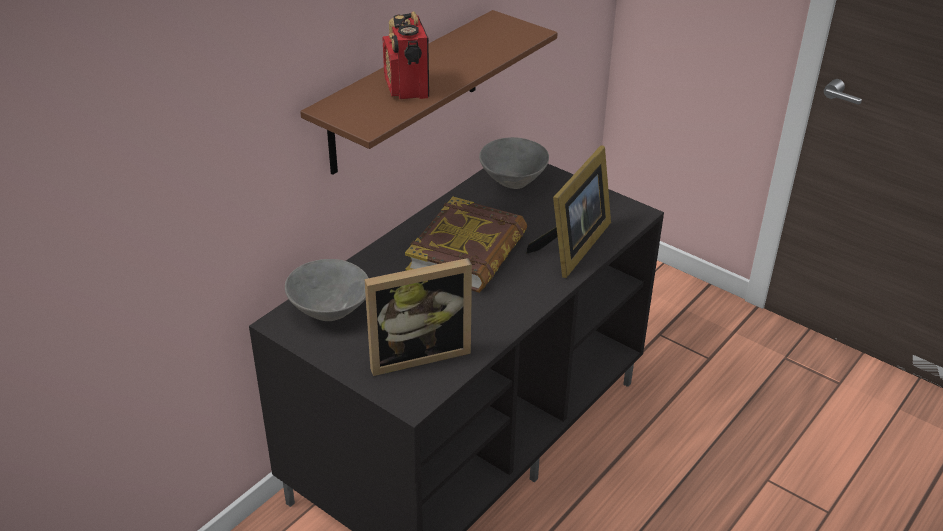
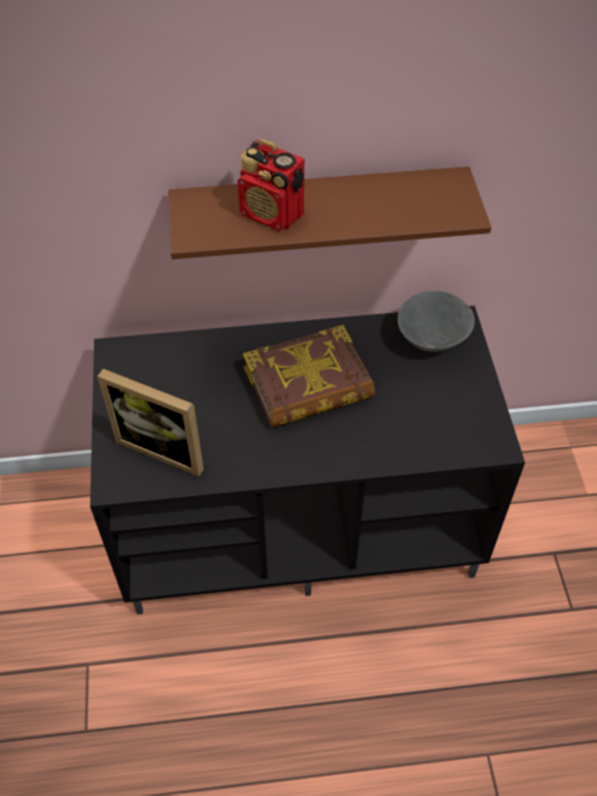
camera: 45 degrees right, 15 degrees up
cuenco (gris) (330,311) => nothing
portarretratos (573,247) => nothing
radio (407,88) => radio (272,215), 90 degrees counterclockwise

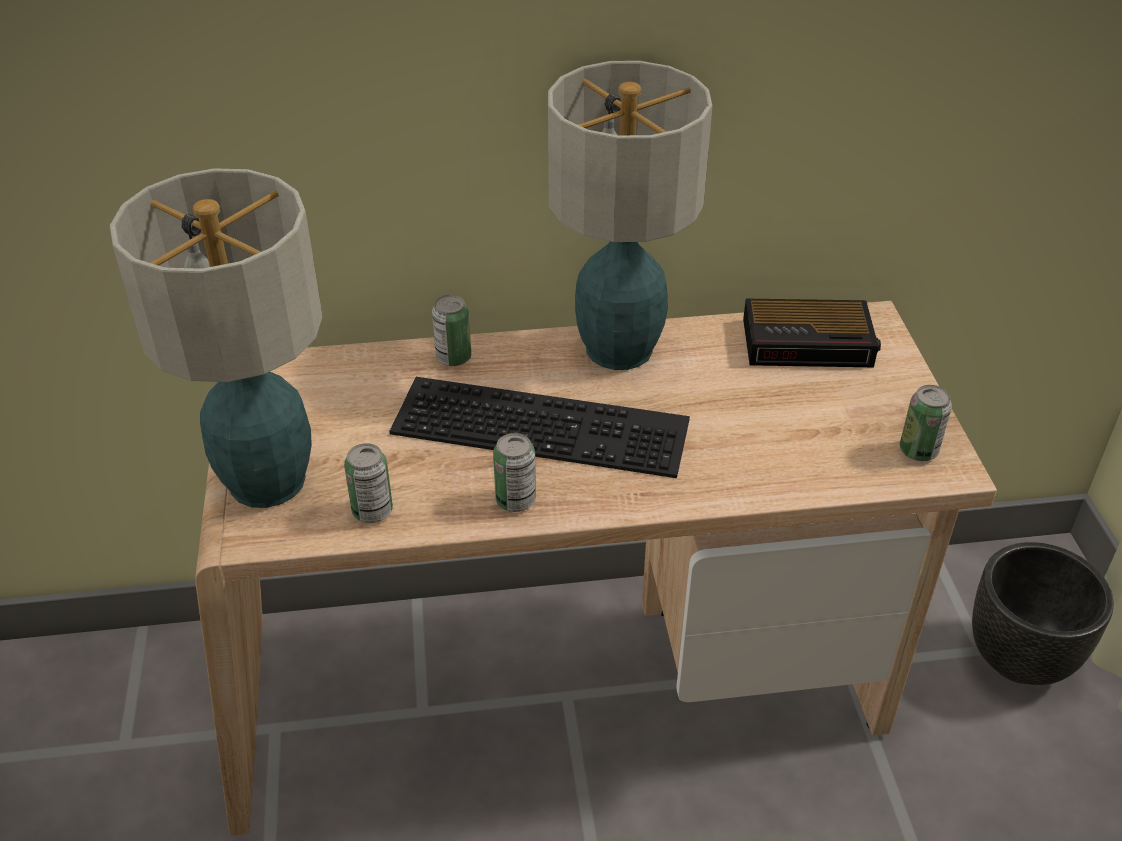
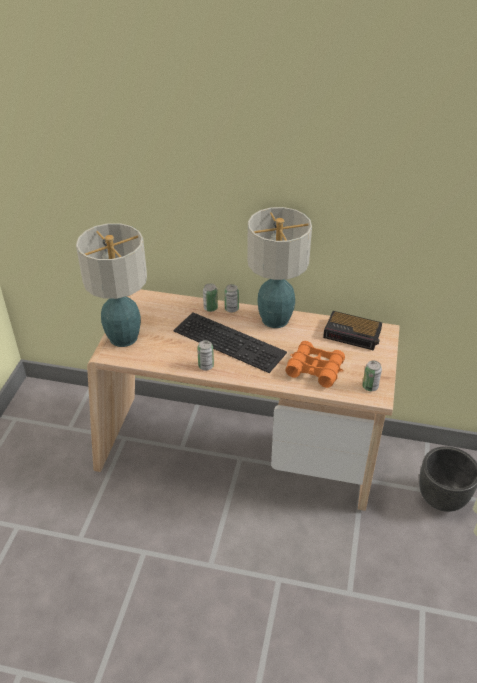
camera: 20 degrees right, 0 degrees up
nothing => prismáticos (naranja) (315,369)
lata (372,511) => lata (231,309), shifted

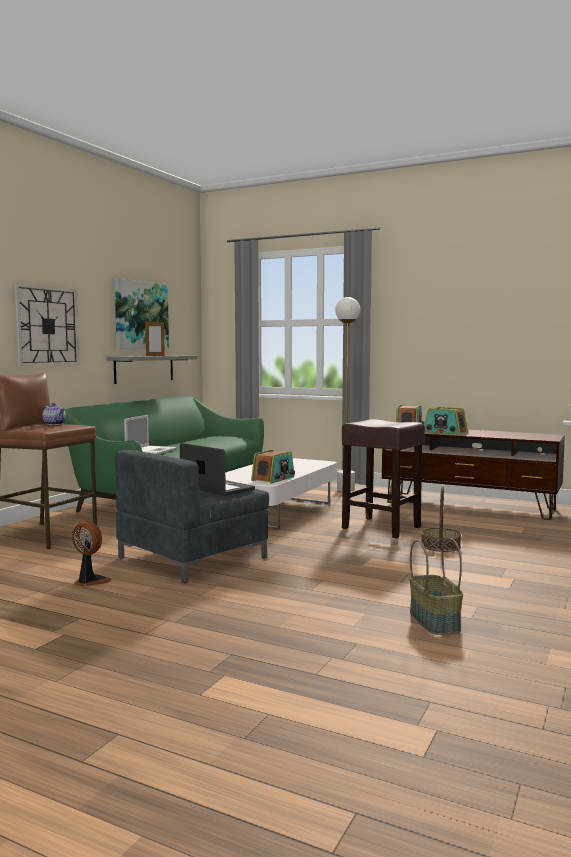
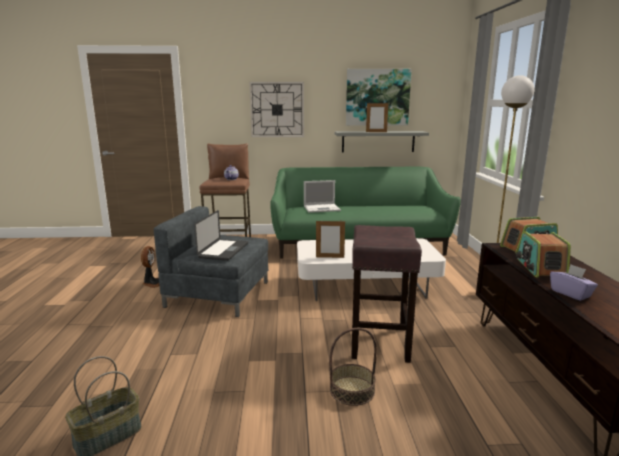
camera: 60 degrees right, 10 degrees up
nothing => caja de pañuelos (morado) (570,293)
radio (273,479) => portarretratos (330,257)

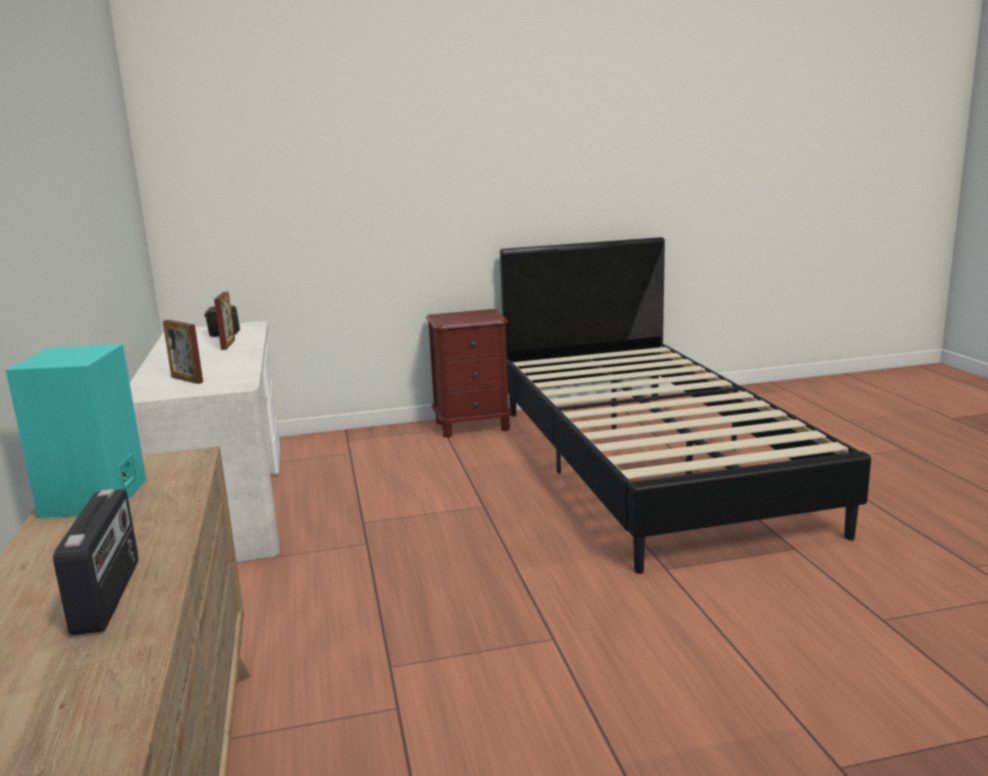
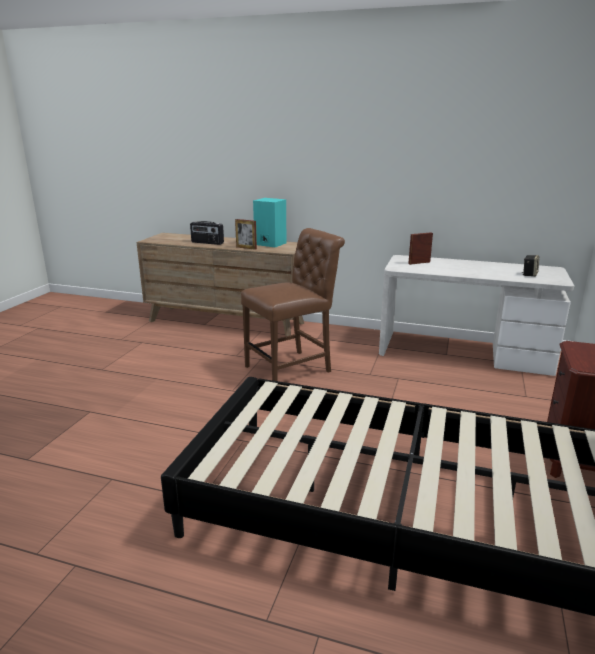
camera: 120 degrees right, 5 degrees up
nothing => silla (marrón) (292,368)
portarretratos (228,344) => portarretratos (246,248), shifted

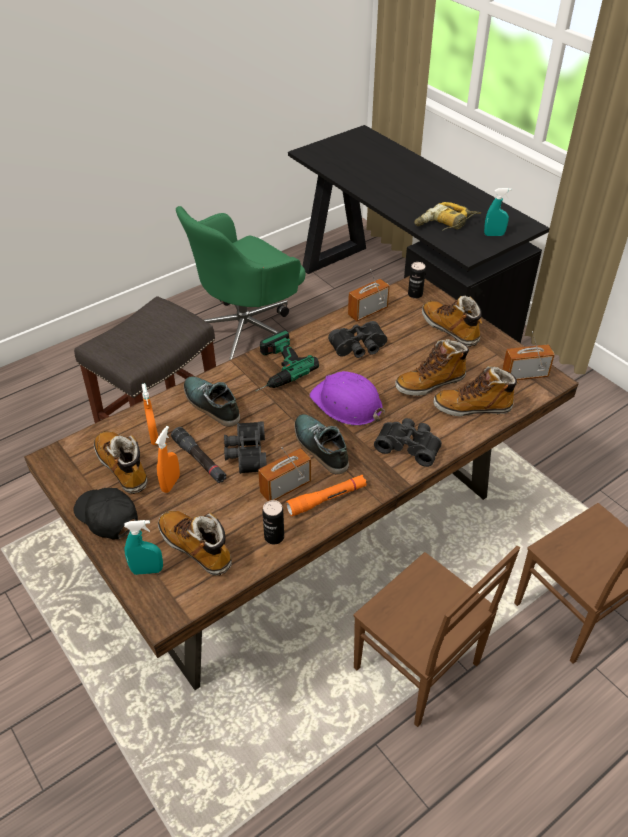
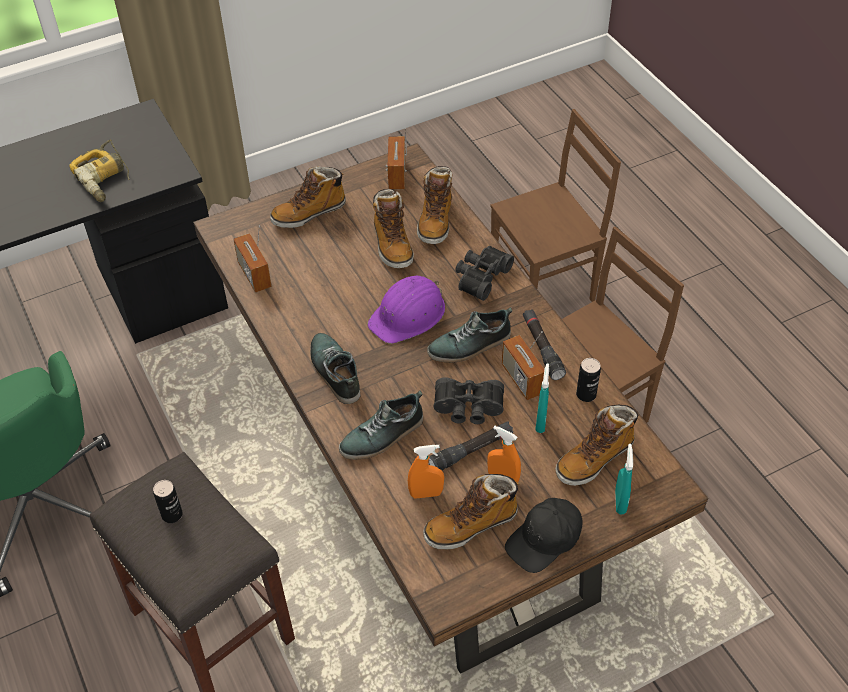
camera: 80 degrees left, 5 degrees up
prismáticos (negro) (359,348) => nothing
lata (415,294) => lata (172,515), shifted
pulverizador (turquesa) (494,235) => pulverizador (turquesa) (541,422), shifted
taladro (273,369) => zapato (334,372)
linterna (naranja) (327,499) => linterna (negro) (542,348)

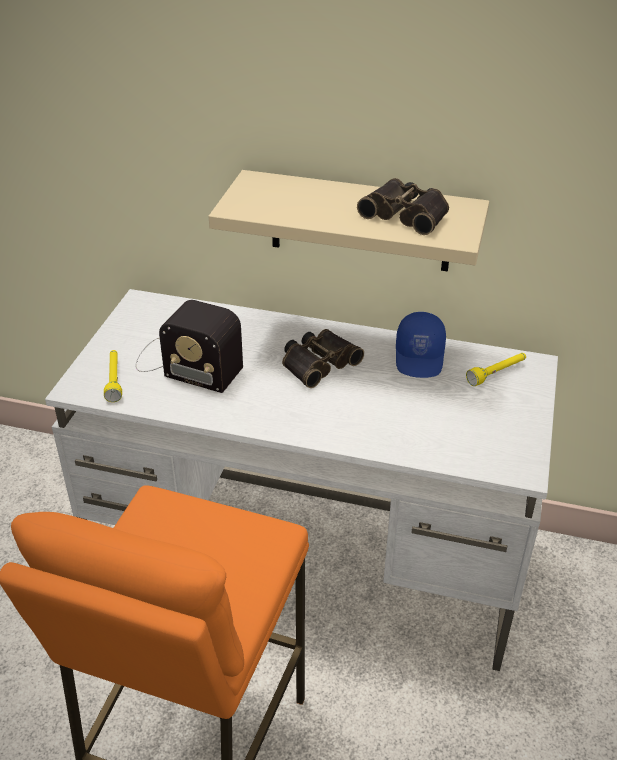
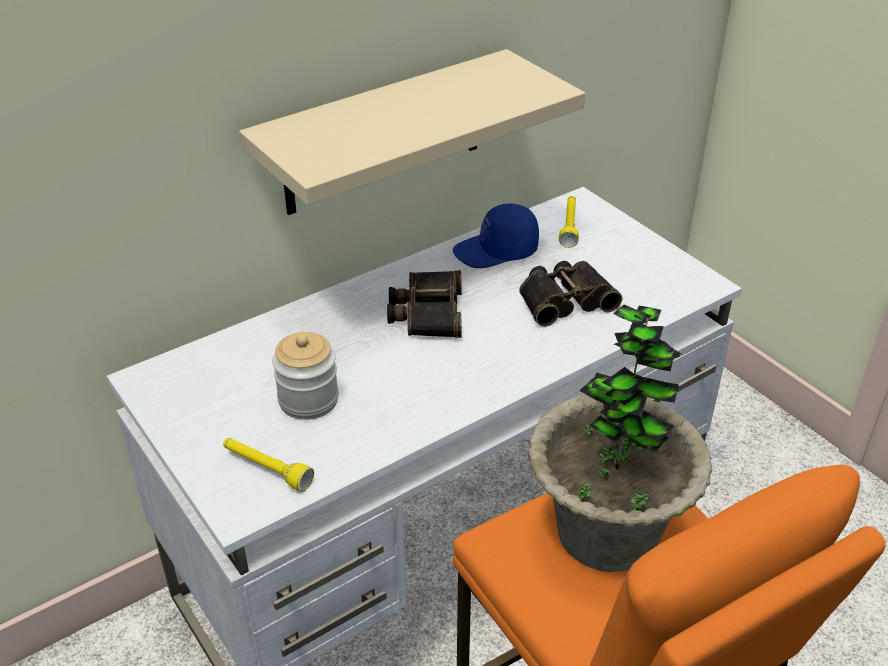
camera: 50 degrees left, 0 degrees up
nothing => planta en maceta (607,532)
prismáticos (407,214) => prismáticos (564,299), shifted
radio (185,363) => tarro (308,400)
gorra (azul) (420,357) => gorra (azul) (496,251), 120 degrees clockwise

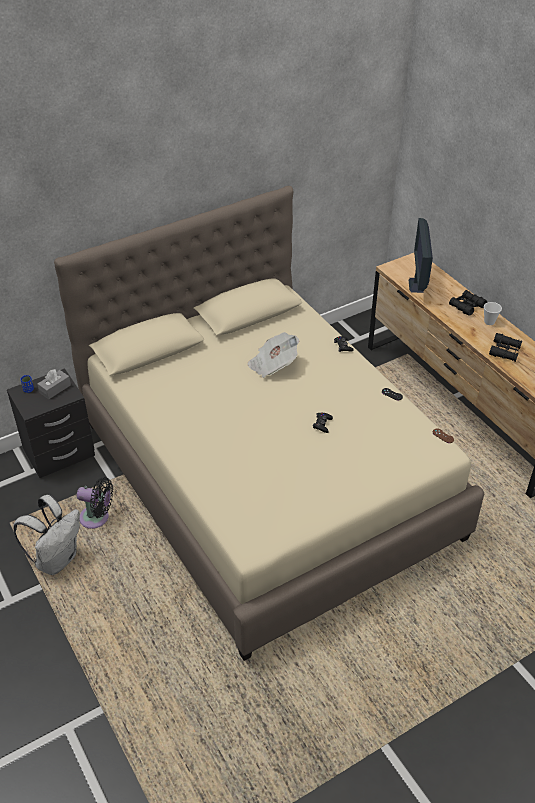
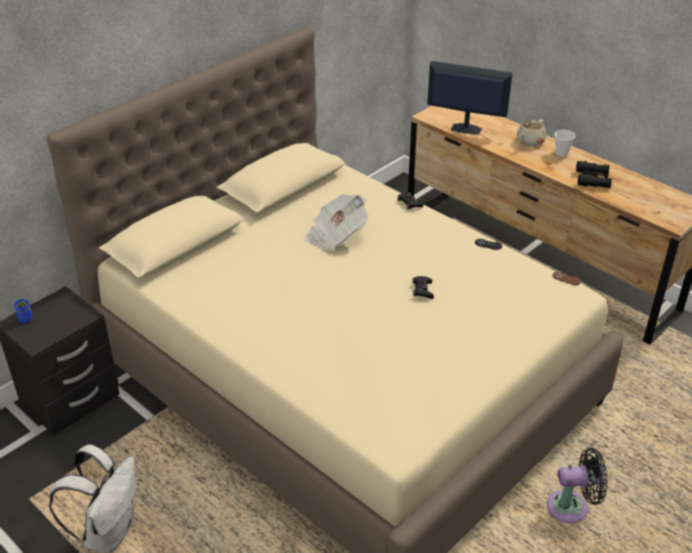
camera: 15 degrees left, 5 degrees down
caja de pañuelos (gris) (55,389) => nothing
ventilador (negro) (97,518) => ventilador (negro) (572,507), shifted
prismáticos (negro) (467,306) => tetera (beis) (530,141)
monitor (416,285) => monitor (465,129), 120 degrees clockwise

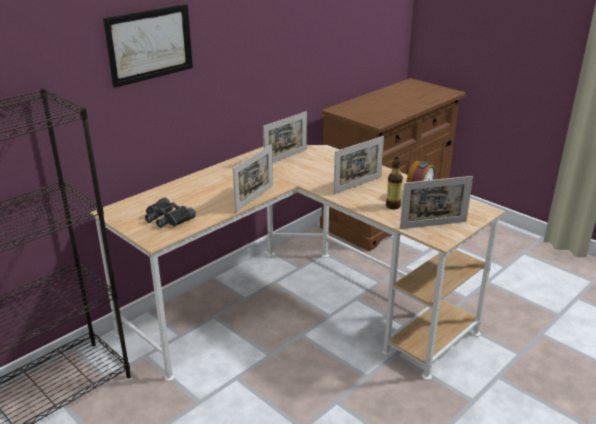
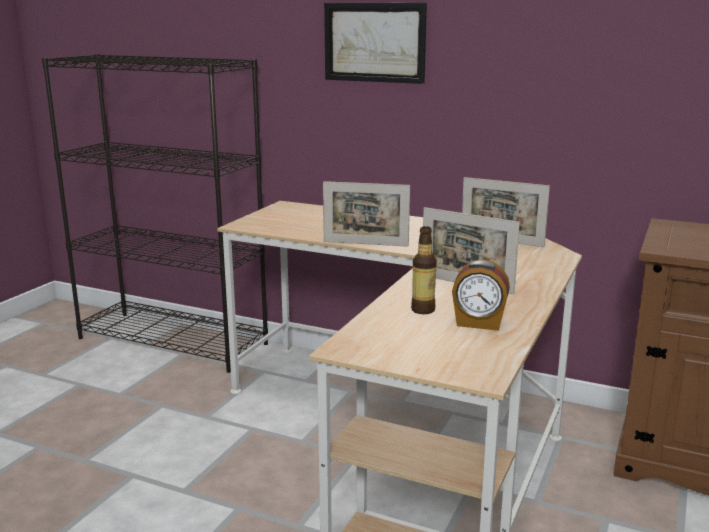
camera: 70 degrees right, 10 degrees down
prismáticos (negro) (167,218) => nothing
portarretratos (433,225) => nothing

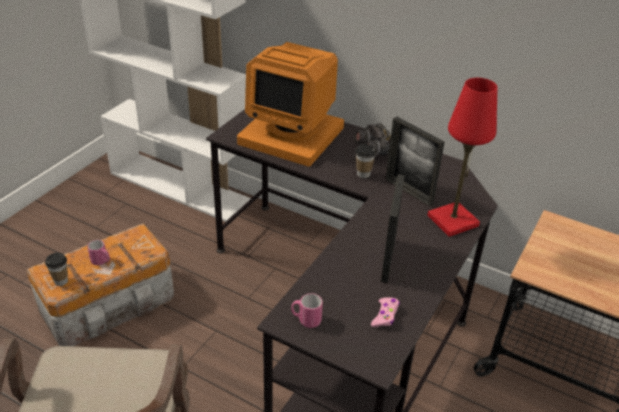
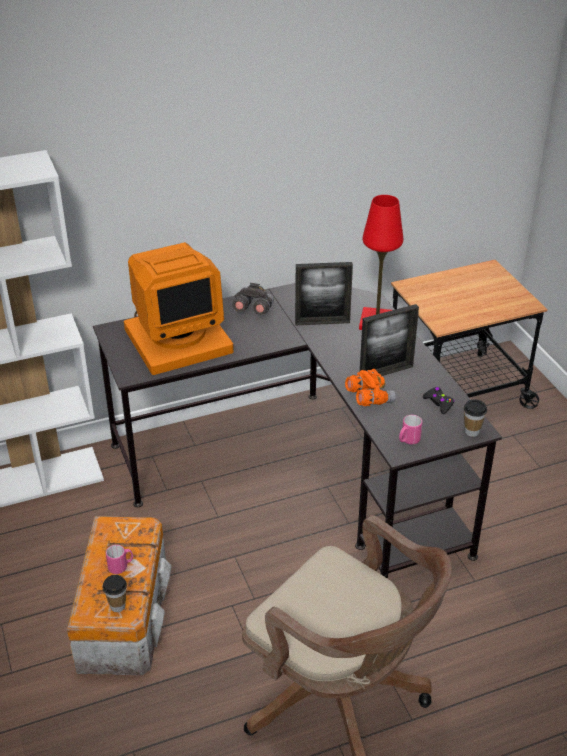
camera: 50 degrees left, 0 degrees up
nothing => prismáticos (naranja) (369,398)
taza (363,174) => taza (472,432), shifted
mando de consola (rosa) (385,315) => mando de consola (negro) (439,403)
portarretratos (388,260) => portarretratos (386,372), 75 degrees counterclockwise

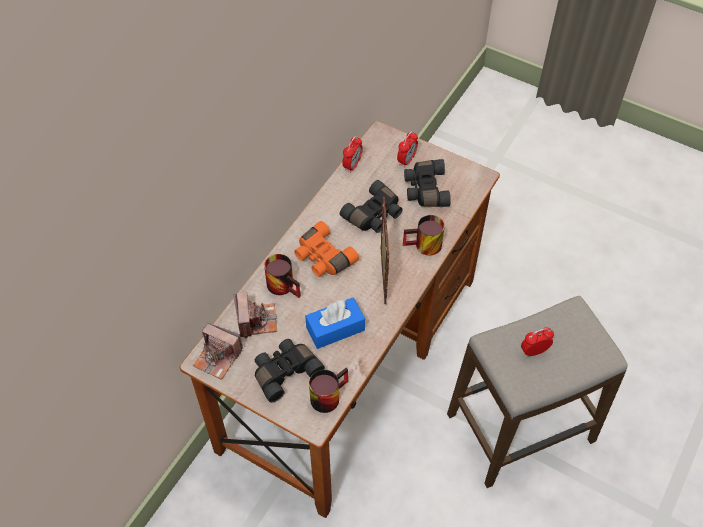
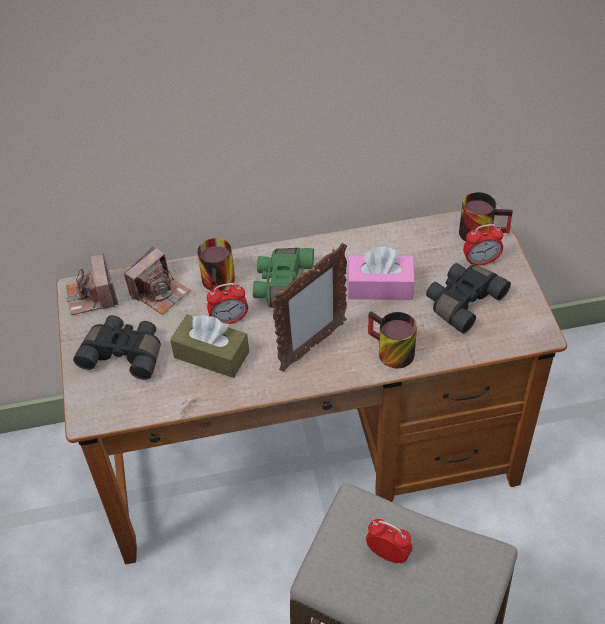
camera: 50 degrees right, 5 degrees down
taza grande (327,394) => taza grande (481,231), shifted
despertador (352,165) => despertador (229,320), shifted
prismáticos (negro) (374,215) => caja de pañuelos (rosa) (380,287)
prismáticos (naranja) (322,258) => prismáticos (verde) (283,286)
caja de pañuelos (azul) (335,329) => caja de pañuelos (marrón) (211,354)

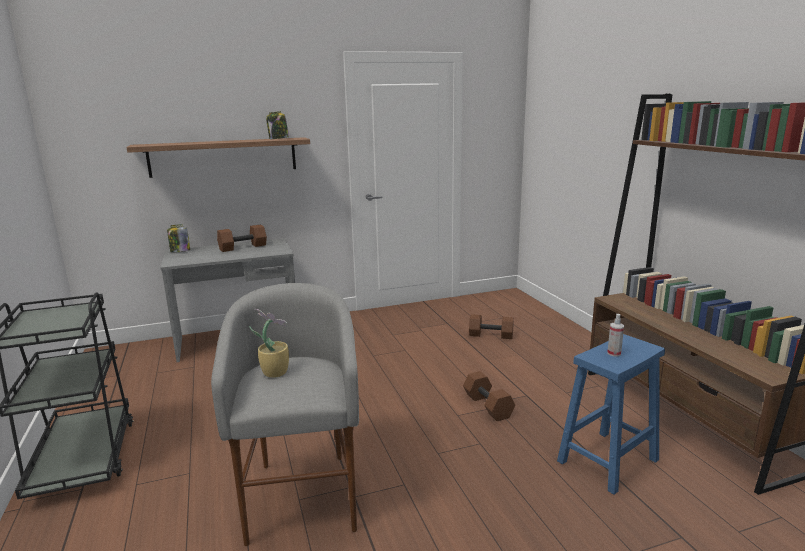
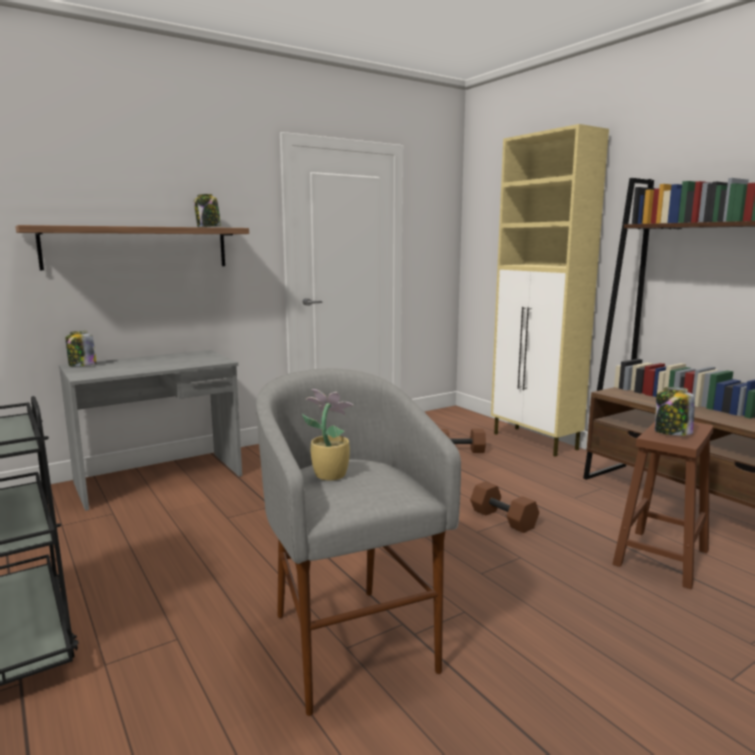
camera: 15 degrees left, 5 degrees down
mancuerna (marrón) (243,247) => nothing
nothing => armario (beis) (535,442)
pulverizador (614,353) => tarro (672,433)
taburete (azul) (607,461) => taburete (marrón) (661,558)

